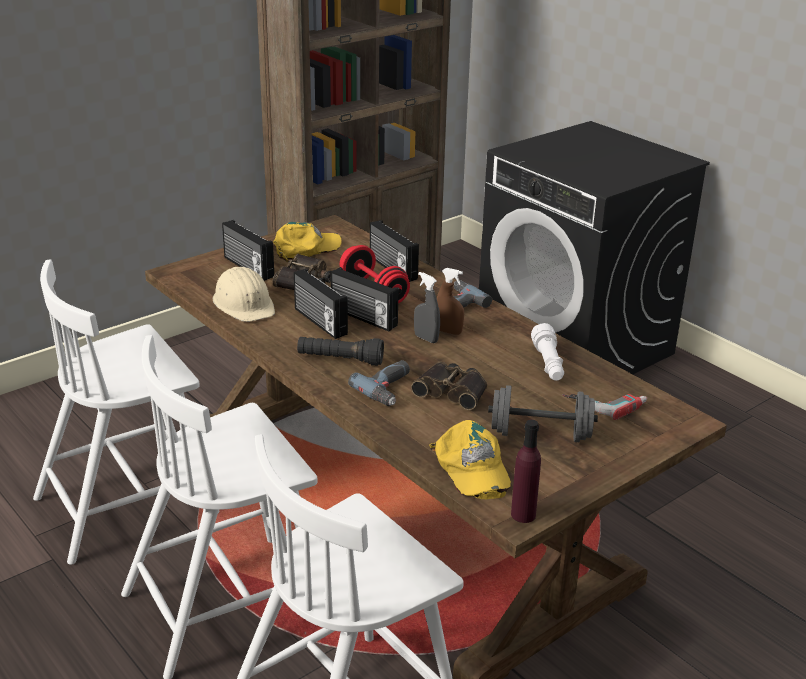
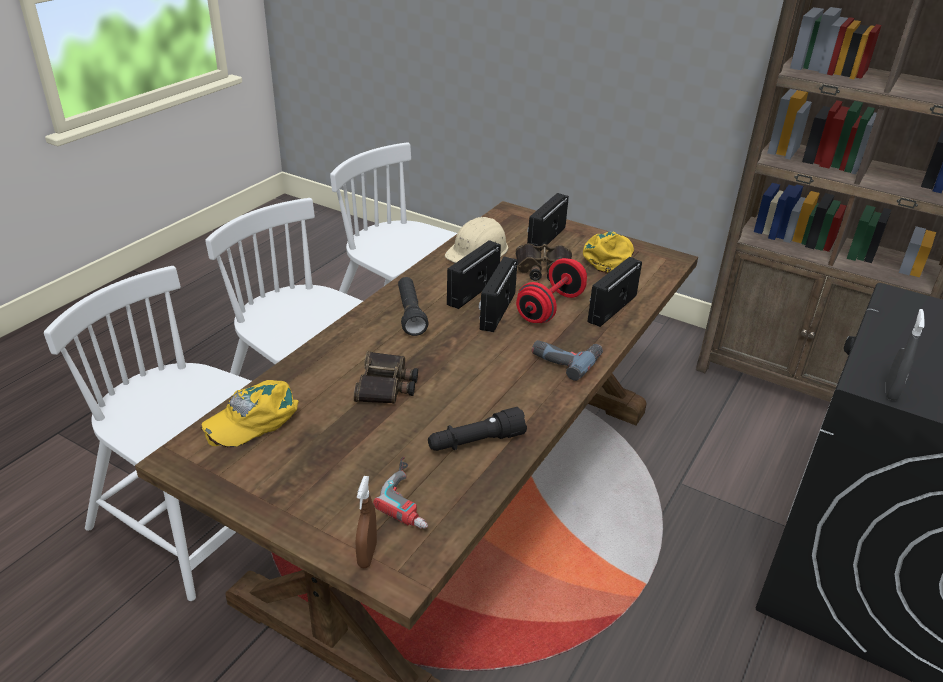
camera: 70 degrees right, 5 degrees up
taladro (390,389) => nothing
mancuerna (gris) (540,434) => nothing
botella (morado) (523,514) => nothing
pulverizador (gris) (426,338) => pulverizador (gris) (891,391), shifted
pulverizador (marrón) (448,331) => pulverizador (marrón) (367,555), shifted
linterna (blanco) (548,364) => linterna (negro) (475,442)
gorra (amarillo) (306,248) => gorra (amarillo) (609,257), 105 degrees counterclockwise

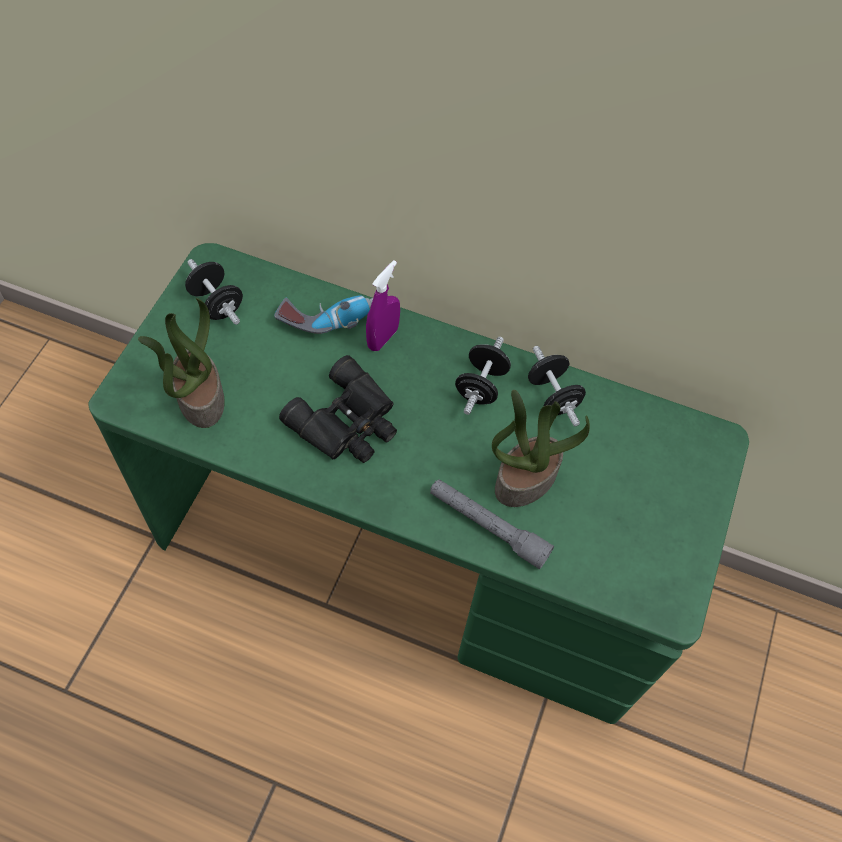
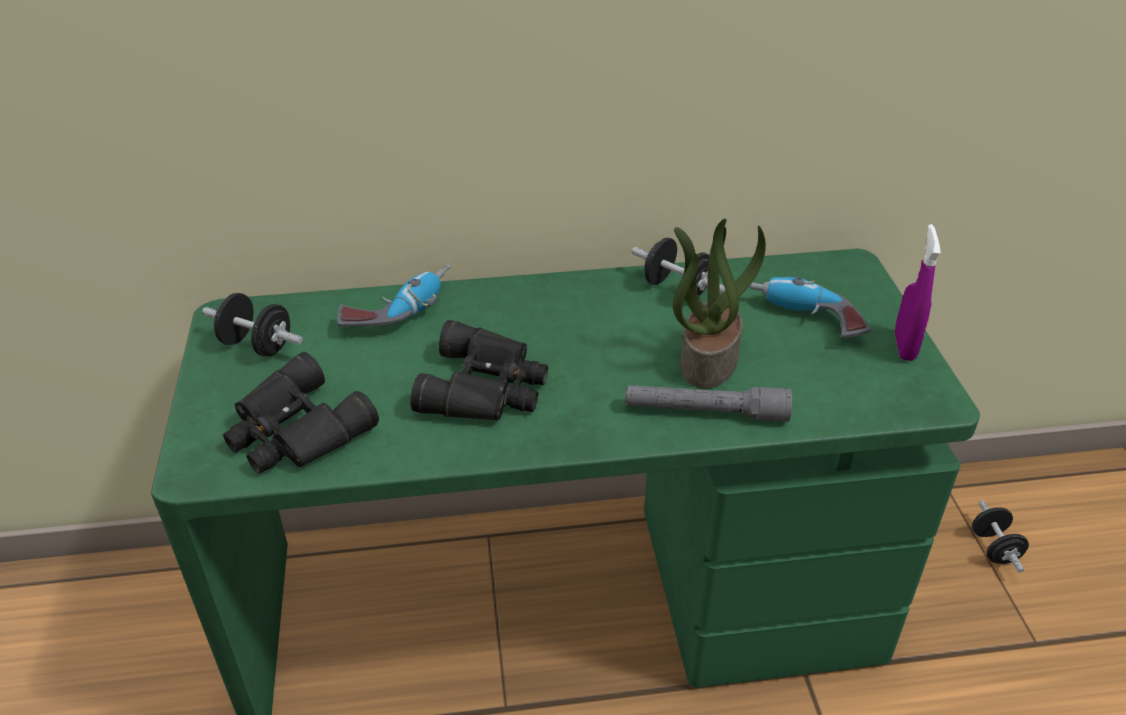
camera: 25 degrees left, 20 degrees down
nothing => taladro (800,319)
pulverizador (morado) (382,338) => pulverizador (morado) (904,346), shifted
mancuerna (negro) (481,386) => mancuerna (negro) (994,548), shifted
planta en maceta (199,397) => prismáticos (negro) (294,432)

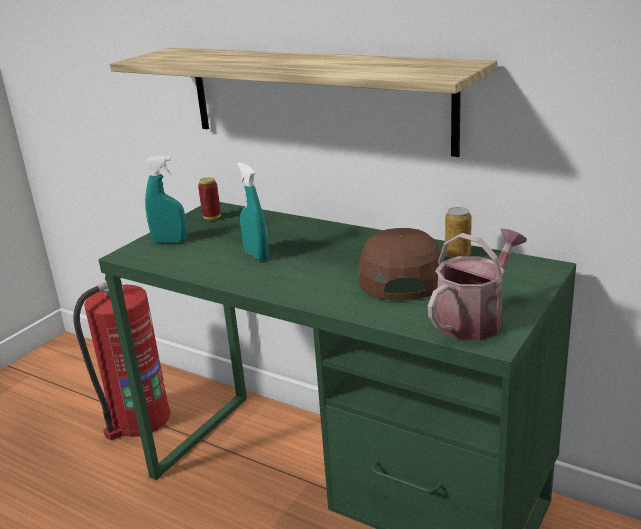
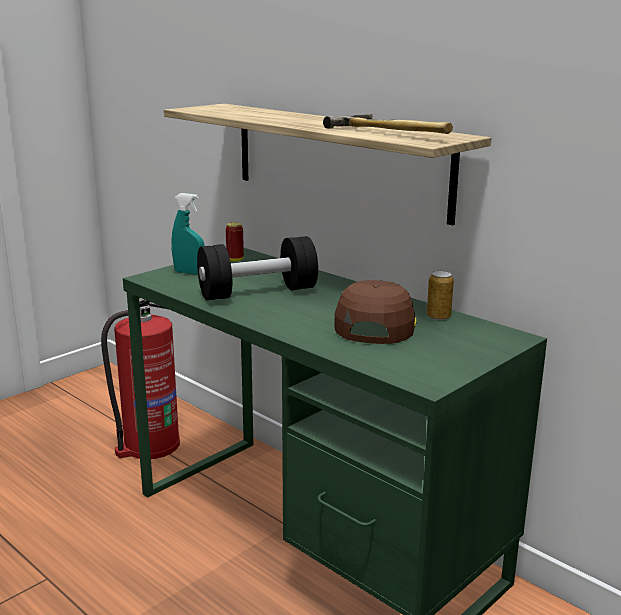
camera: 10 degrees right, 5 degrees down
regadera (474,319) => nothing
nothing => martillo (393,133)
pulverizador (turquesa) (256,255) => mancuerna (negro) (257,292)

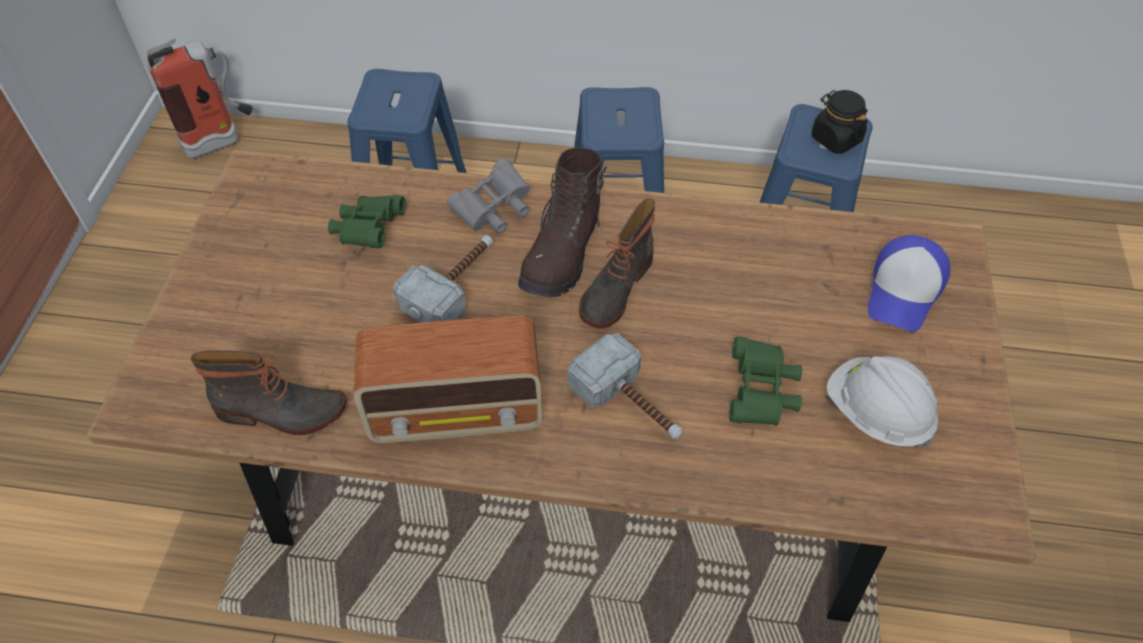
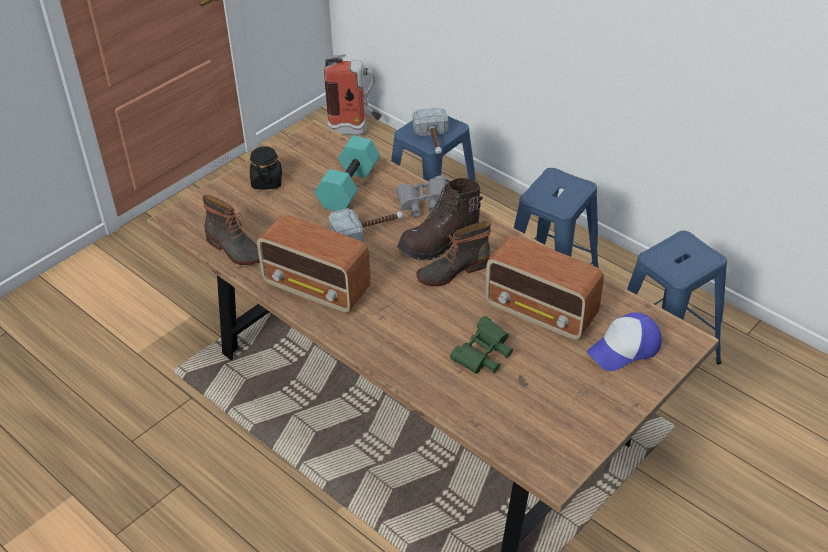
camera: 35 degrees right, 10 degrees down
casco (blanco) (876,414) => nothing
nothing => radio (541,313)
martillo (631,404) => martillo (433,141), shifted
tarro (negro) (836,139) => tarro (negro) (267,181), shifted
prismáticos (verde) (369,231) => mancuerna (turquesa) (348,187)

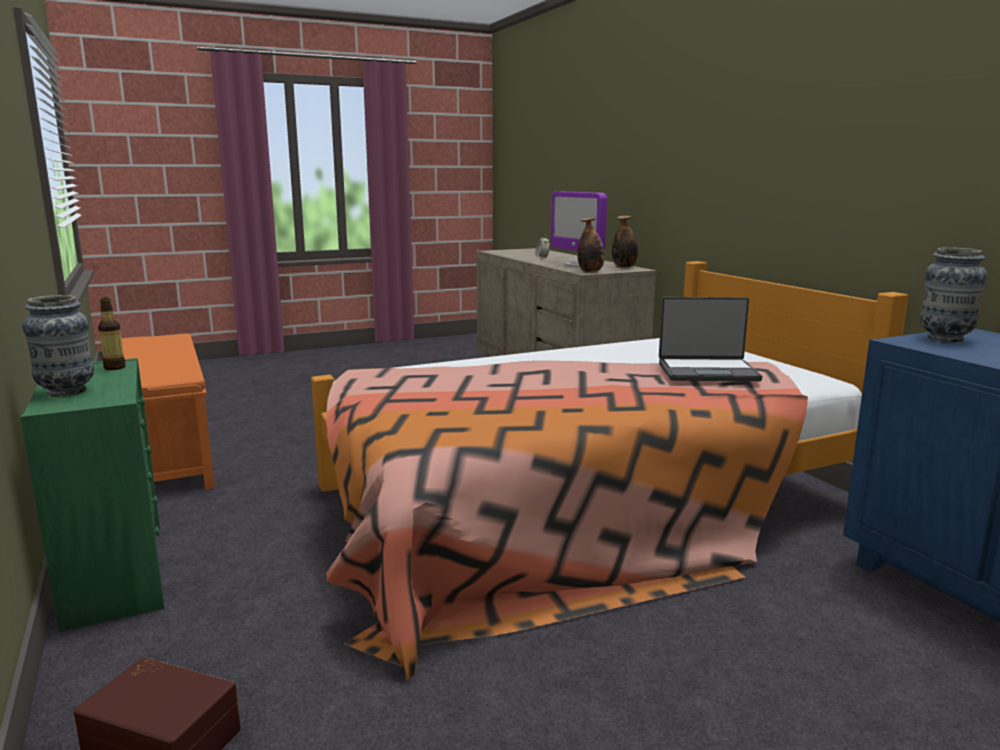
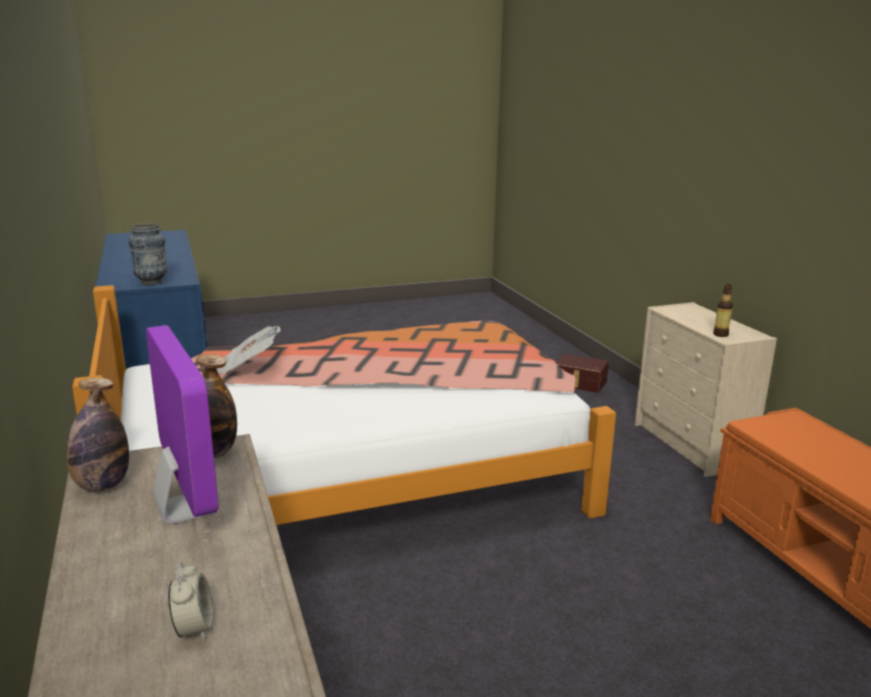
camera: 175 degrees left, 5 degrees up
florero (67,392) => nothing
portátil (707,371) => periódico (246,367)
cómoda (verde) (115,572) => cómoda (beis) (692,446)

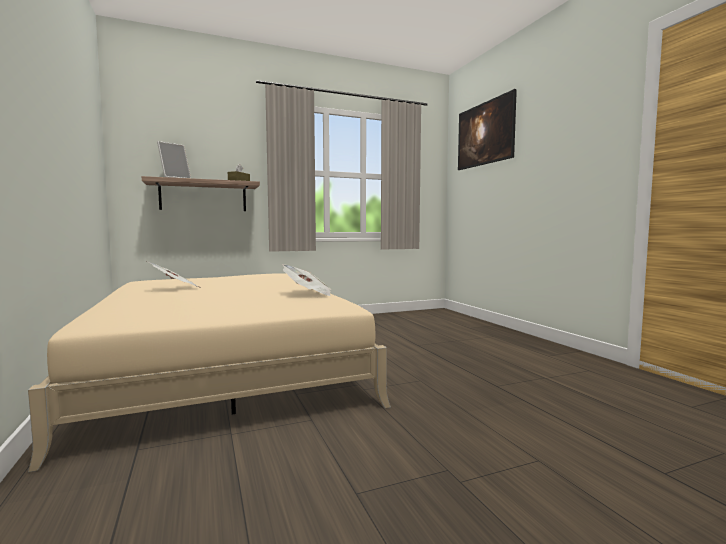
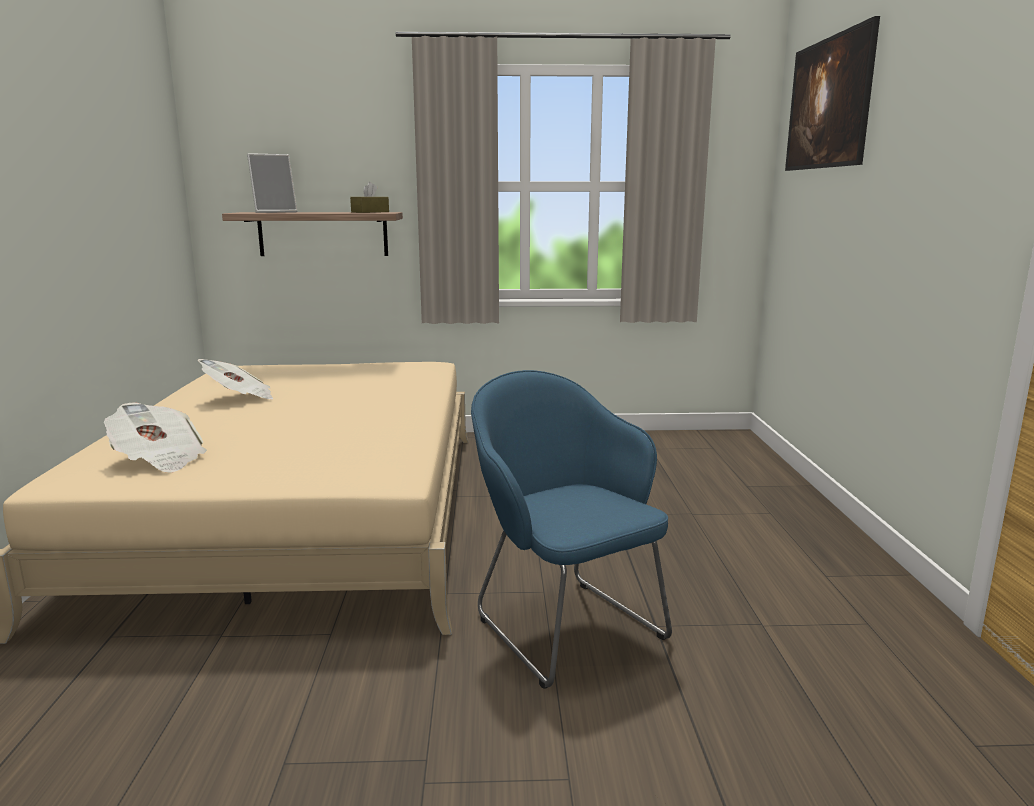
camera: 20 degrees right, 10 degrees up
nothing => sillón (azul) (563,624)
periódico (308,294) => periódico (159,460), shifted

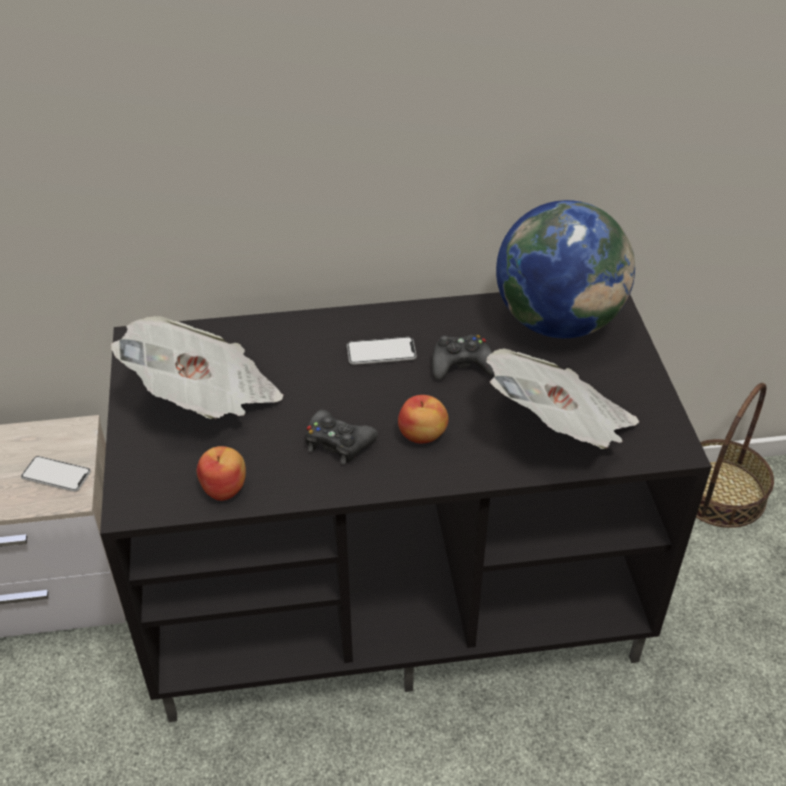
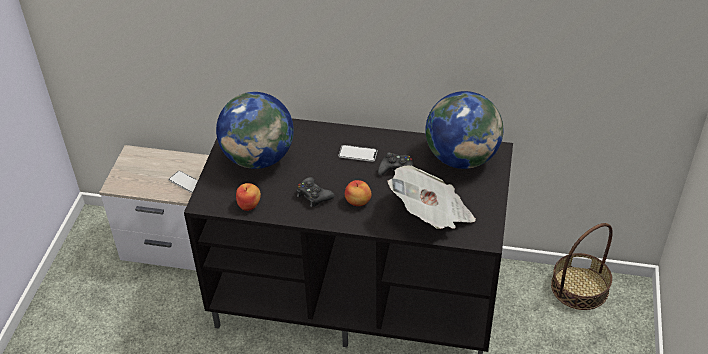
camera: 20 degrees right, 0 degrees up
periódico (206,397) => globo terráqueo (258,158)

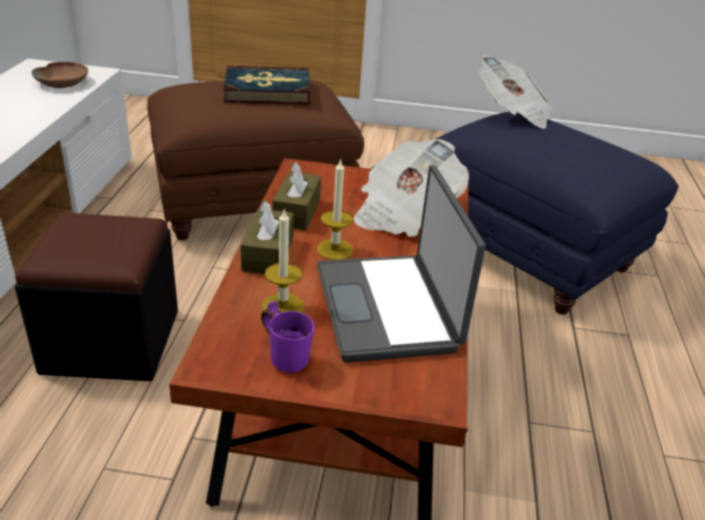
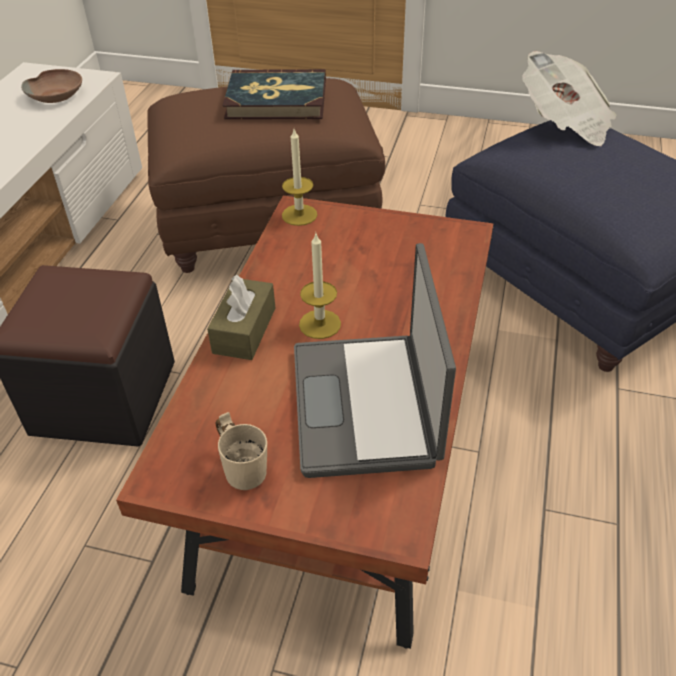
camera: 10 degrees right, 10 degrees up
caja de pañuelos (marrón) (297,212) => nothing
periódico (404,213) => nothing
vela (283,306) => vela (299,215), shifted
taza grande (morado) (288,355) => taza grande (beis) (246,466)

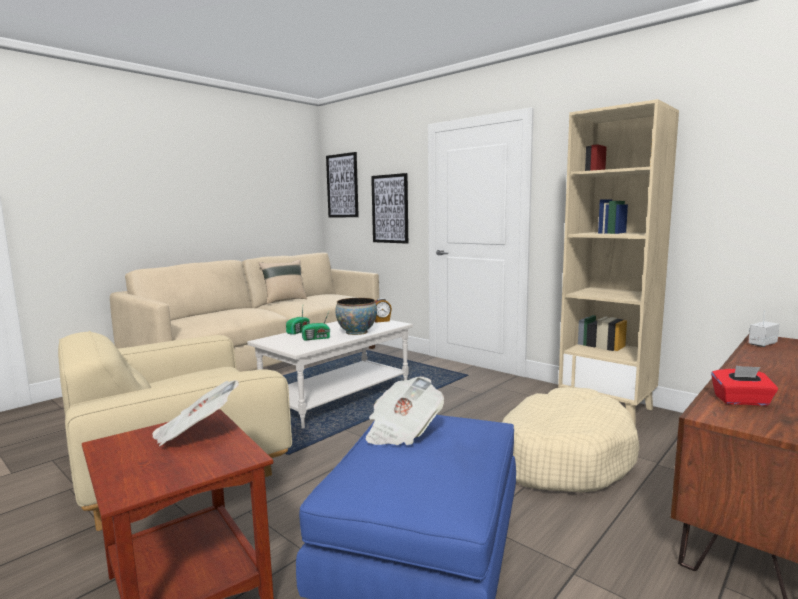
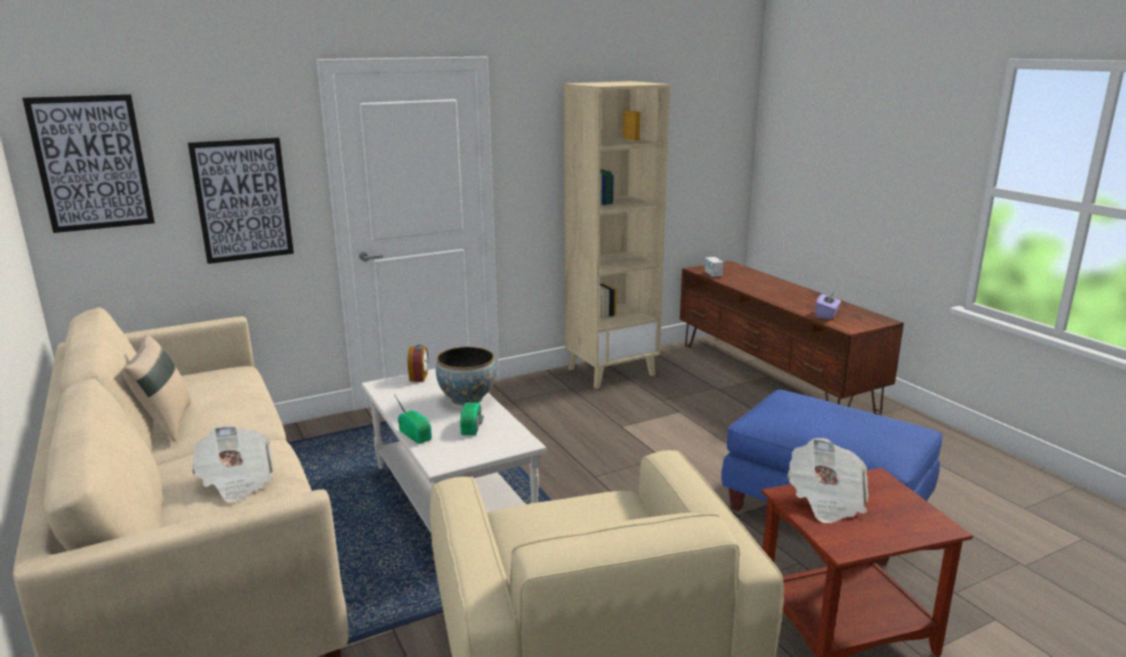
camera: 70 degrees left, 10 degrees up
cama para perro (beis) (561,456) => nothing
periódico (402,431) => periódico (237,481), shifted
caja de pañuelos (rojo) (741,401) => caja de pañuelos (morado) (827,315)

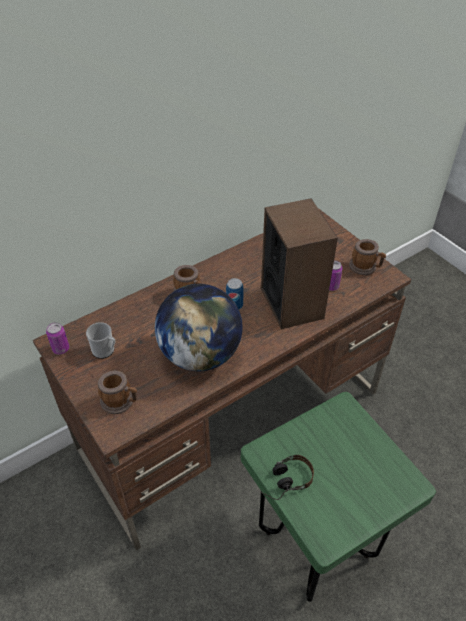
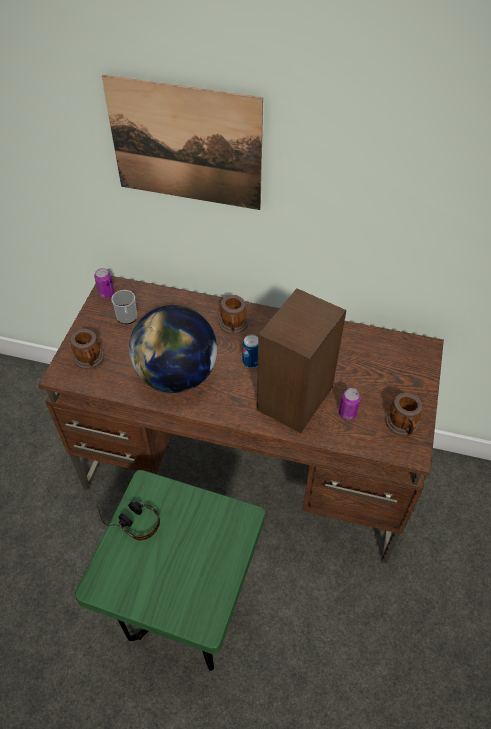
camera: 50 degrees right, 5 degrees up
nothing => cuadro (186,145)

